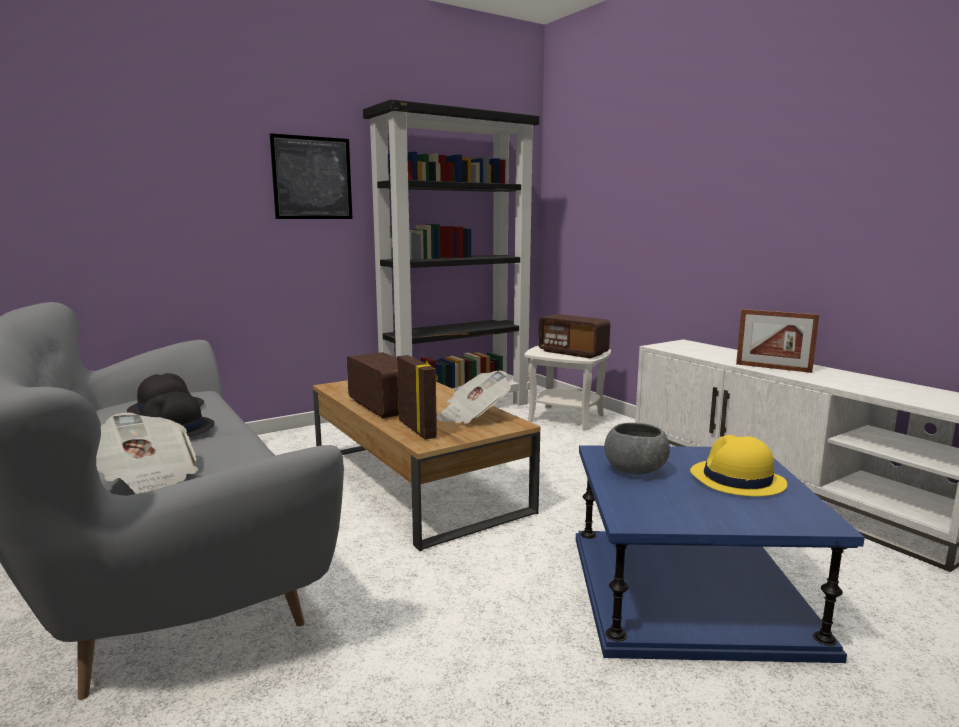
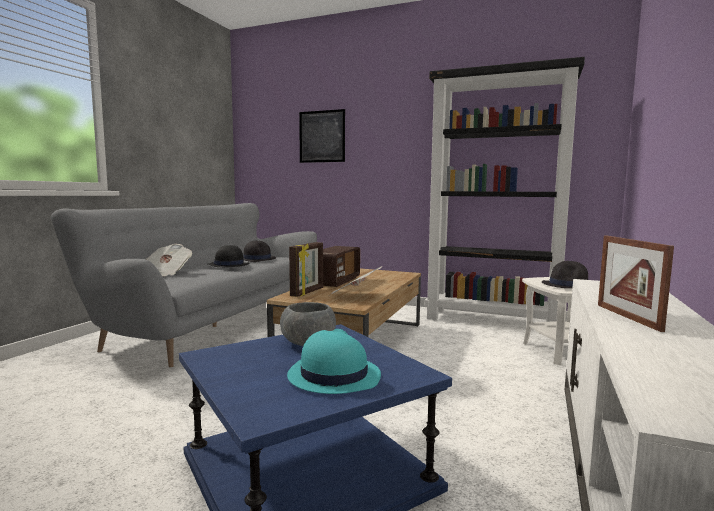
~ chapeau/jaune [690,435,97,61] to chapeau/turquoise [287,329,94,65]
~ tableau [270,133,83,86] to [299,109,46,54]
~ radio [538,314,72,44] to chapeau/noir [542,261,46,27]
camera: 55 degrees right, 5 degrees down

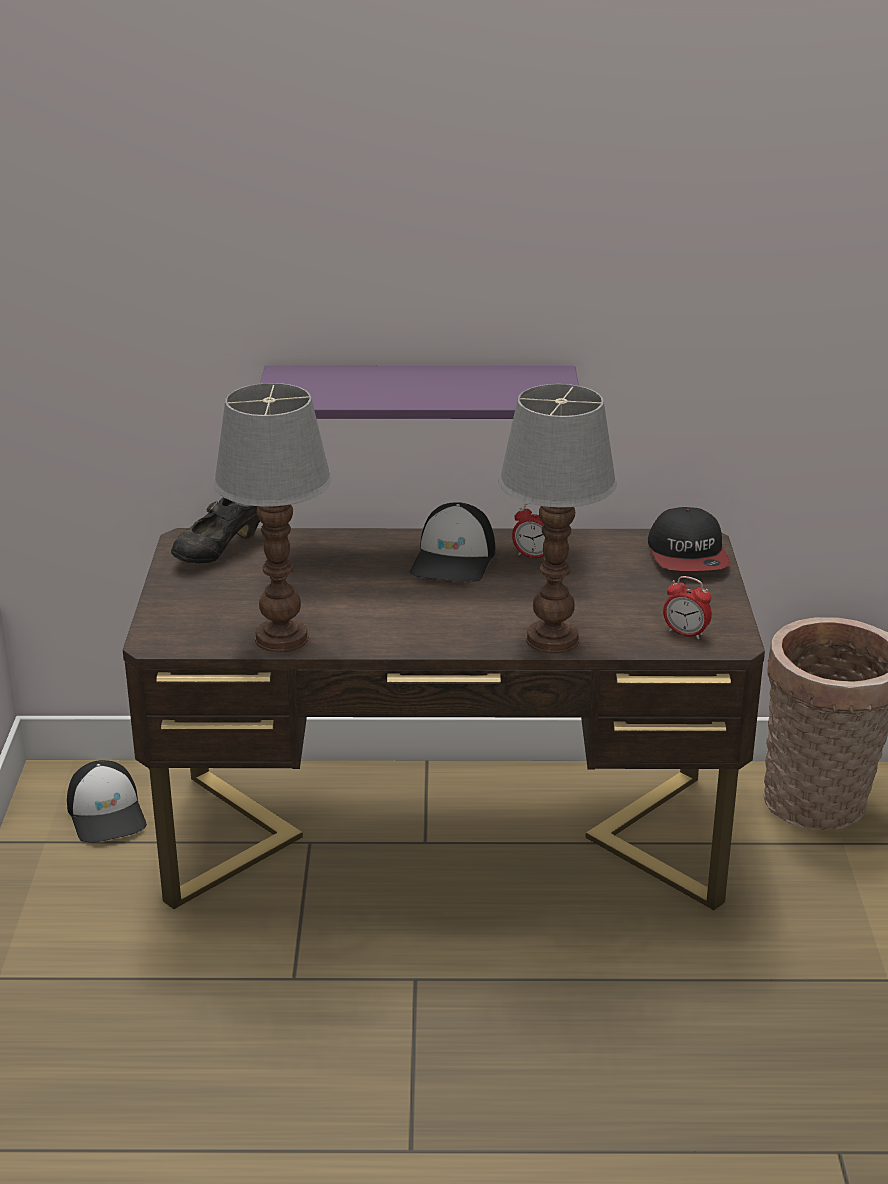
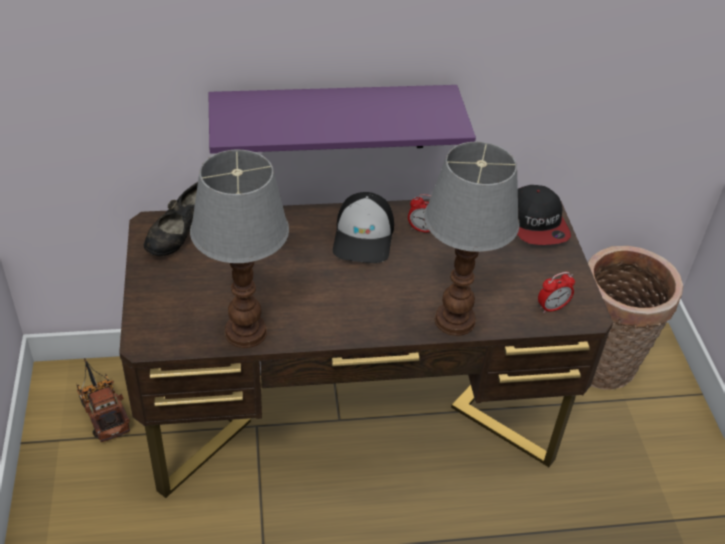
~ casquette [67,760,80,83] to camion jouet [77,358,53,84]
~ réveil [663,576,49,63] = [538,272,37,41] 45 degrees counterclockwise
camera: 10 degrees left, 15 degrees up

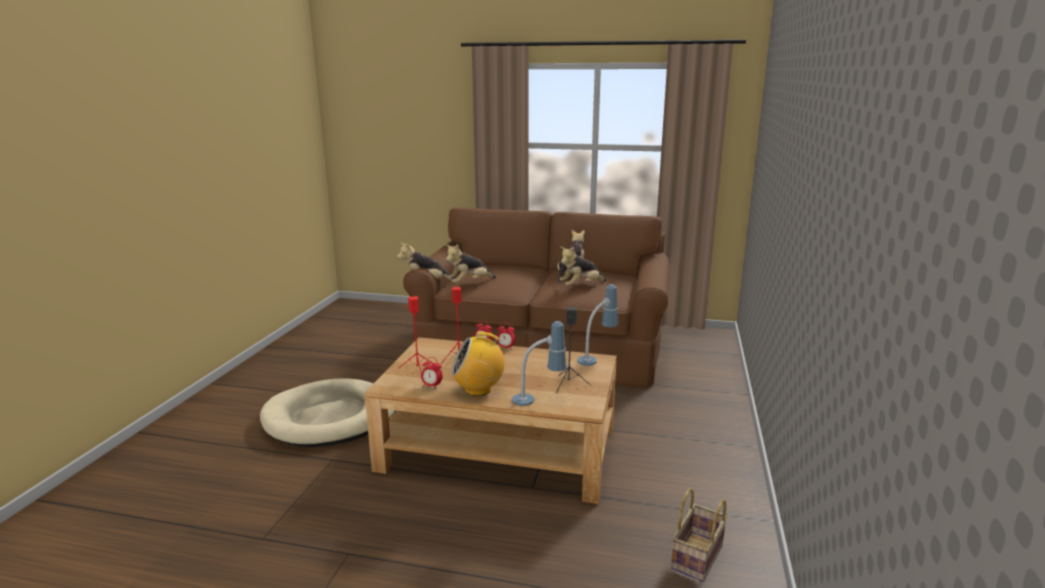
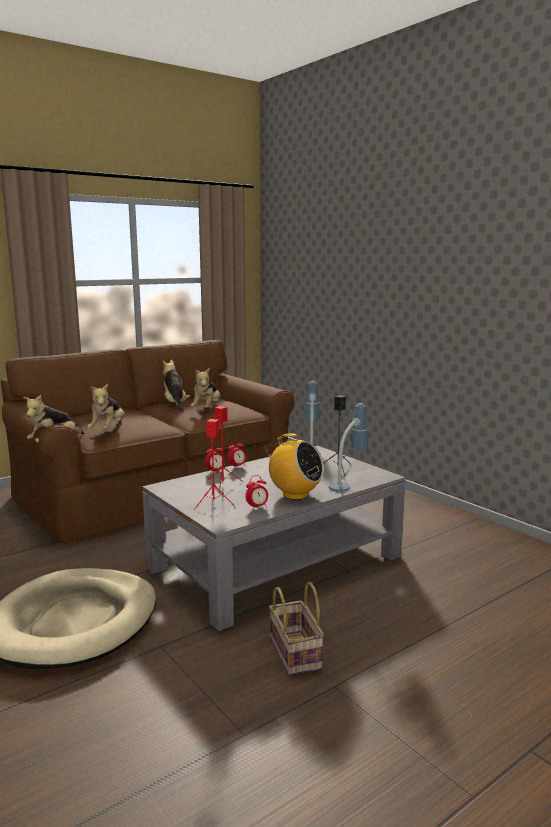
~ table basse/marron [365,337,252,167] to table basse/gris [142,446,264,185]
~ radio [451,332,54,64] = [267,433,57,67] 90 degrees counterclockwise
~ panier [671,488,56,94] to [269,582,55,94]
camera: 50 degrees left, 5 degrees down

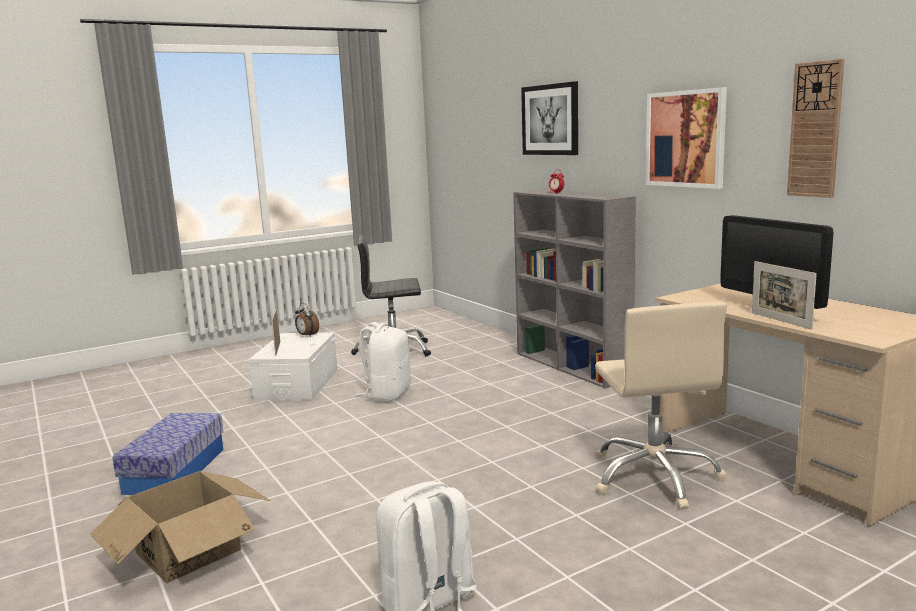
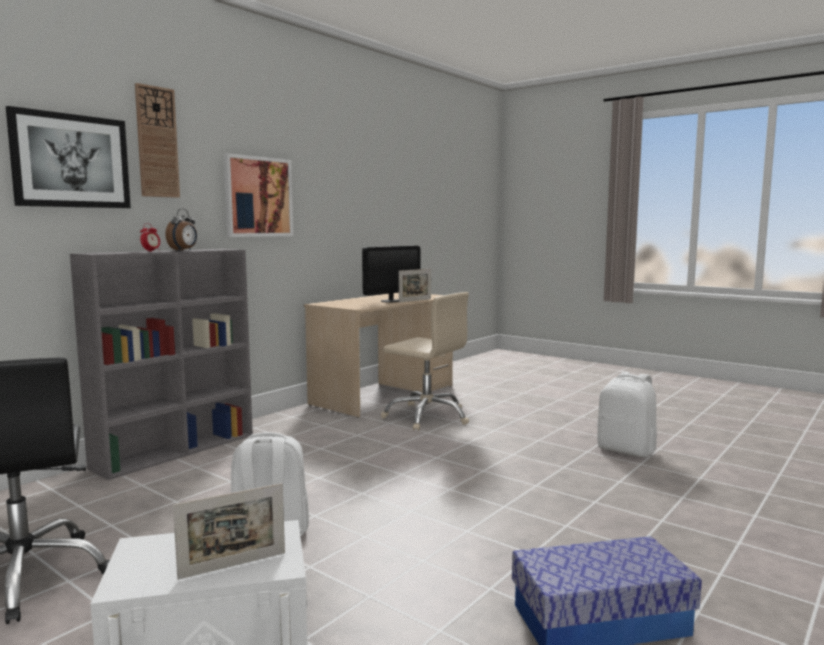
~ horloge murale [787,59,57,139] to [135,83,45,115]
~ réveil [295,303,24,34] to [165,209,32,42]
~ chaise de bureau/beige [595,302,132,208] = [381,292,88,139] 60 degrees clockwise
- carton [90,471,181,112]
camera: 110 degrees left, 5 degrees down

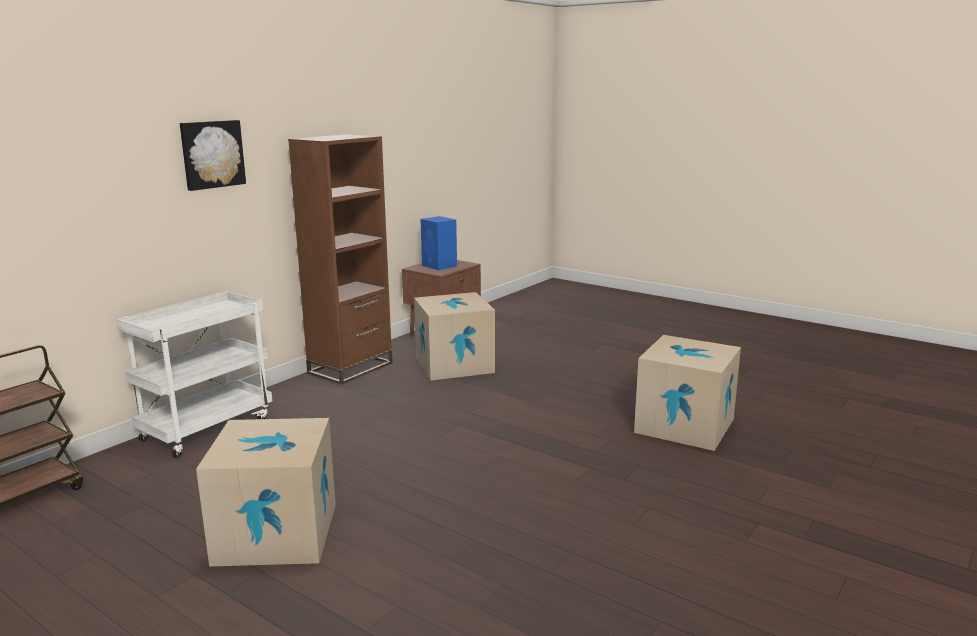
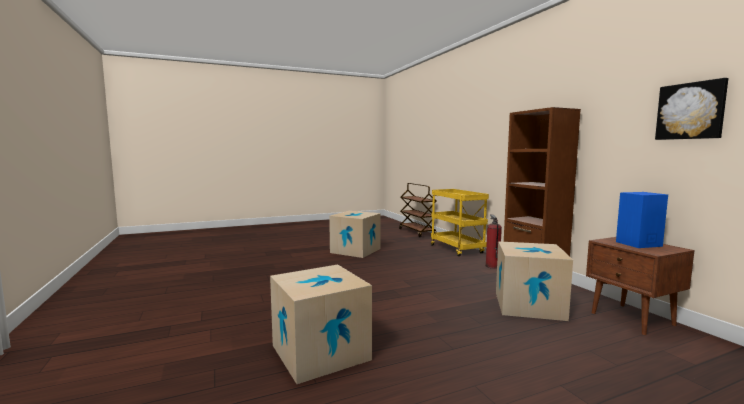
~ chariot/blanc [117,291,155,167] to chariot/jaune [431,189,58,67]
+ extincteur [485,214,17,55]
~ tableau [180,120,66,71] to [655,78,73,62]
camera: 120 degrees right, 10 degrees down

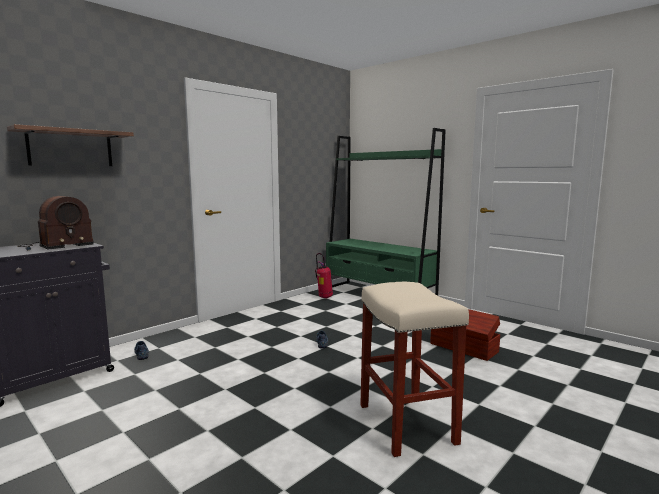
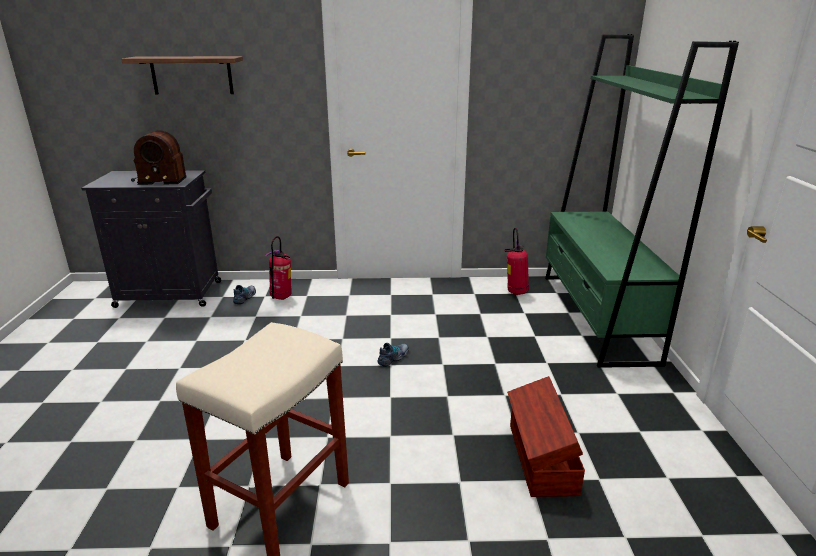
+ extincteur [265,236,26,64]
camera: 45 degrees right, 15 degrees up

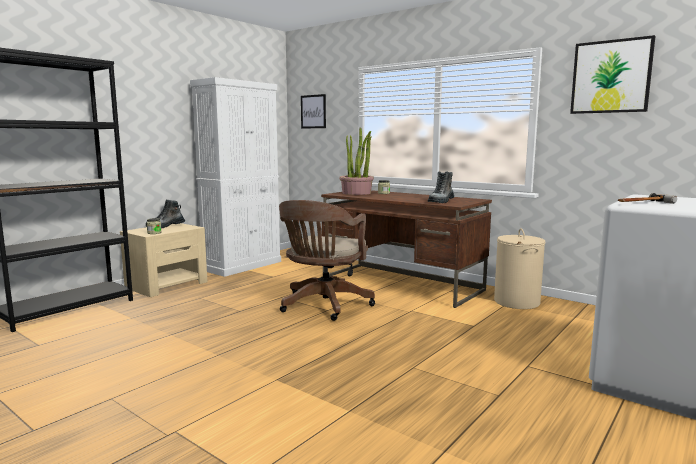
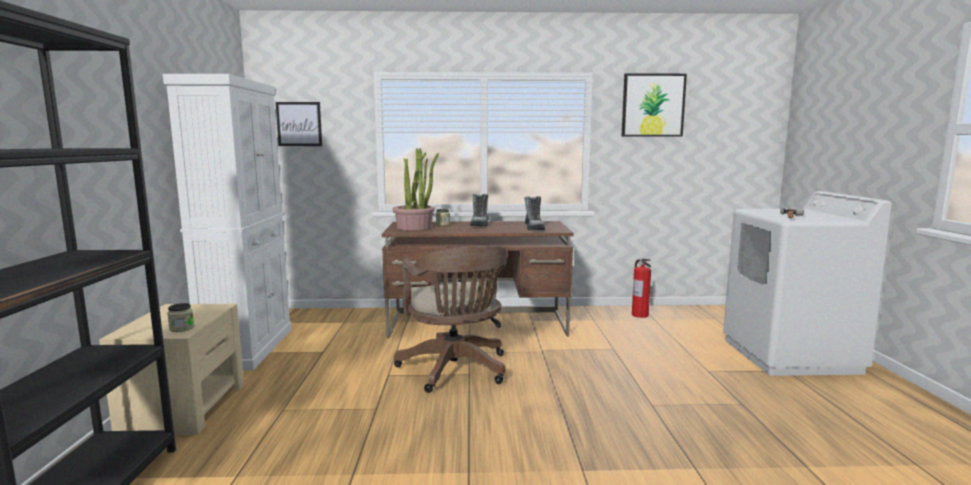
~ botte [146,199,39,29] to [470,194,19,33]
+ extincteur [632,259,19,59]
- panier à linge/beige [494,228,51,81]
camera: 40 degrees left, 0 degrees up

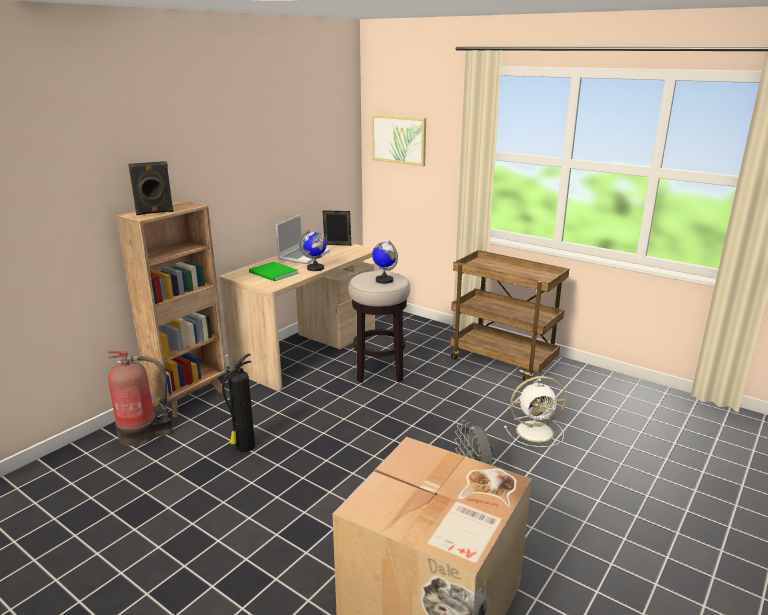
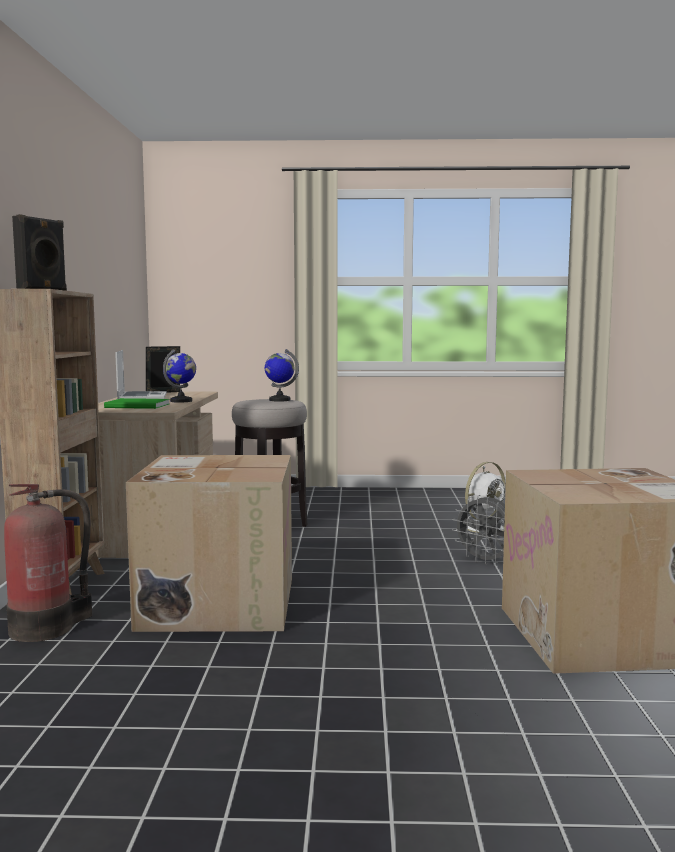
~ extincteur [222,353,33,99] to carton [126,455,166,177]
- tableau [372,114,54,52]
- chariot/marron [450,250,119,131]
camera: 35 degrees left, 15 degrees down

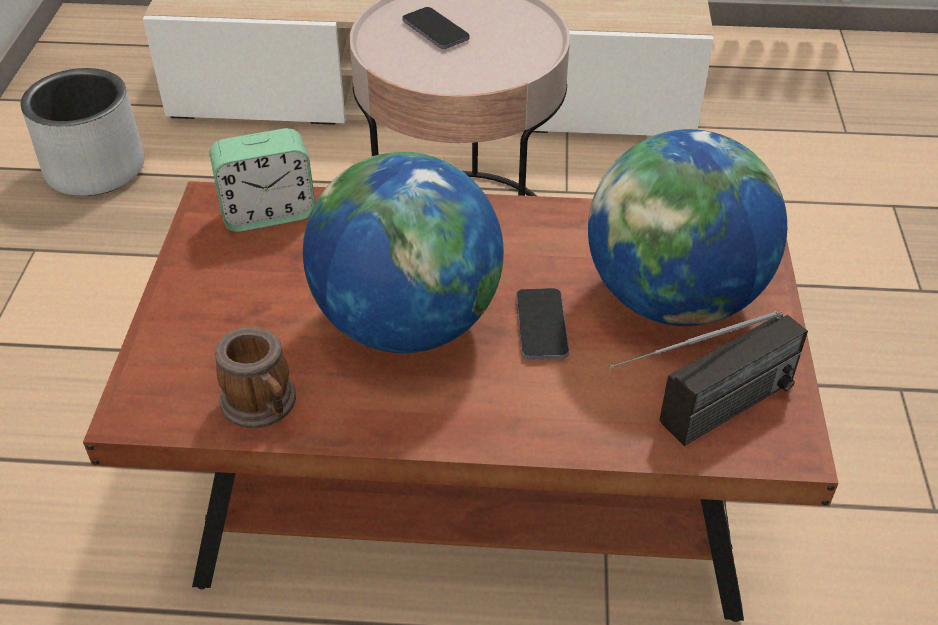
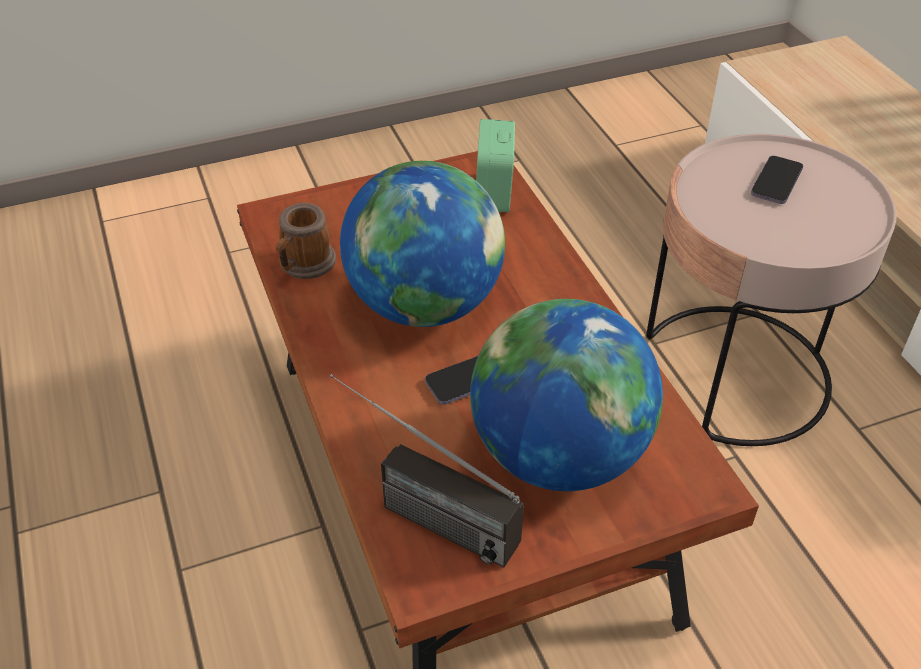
~ réveil [209,128,106,104] = [476,119,39,93] 45 degrees clockwise
- cache-pot/gris [20,68,124,128]
camera: 65 degrees right, 0 degrees up

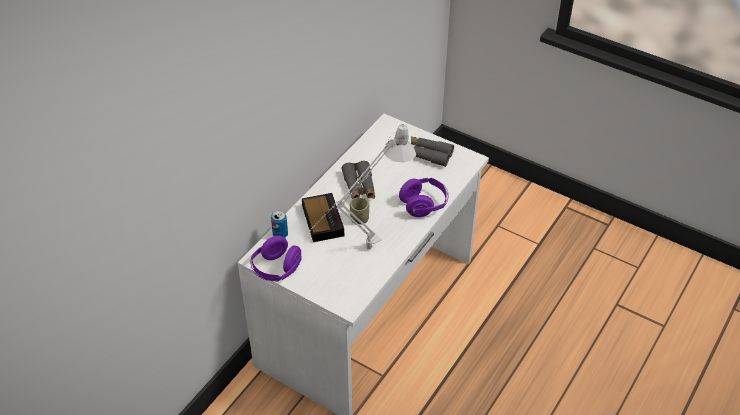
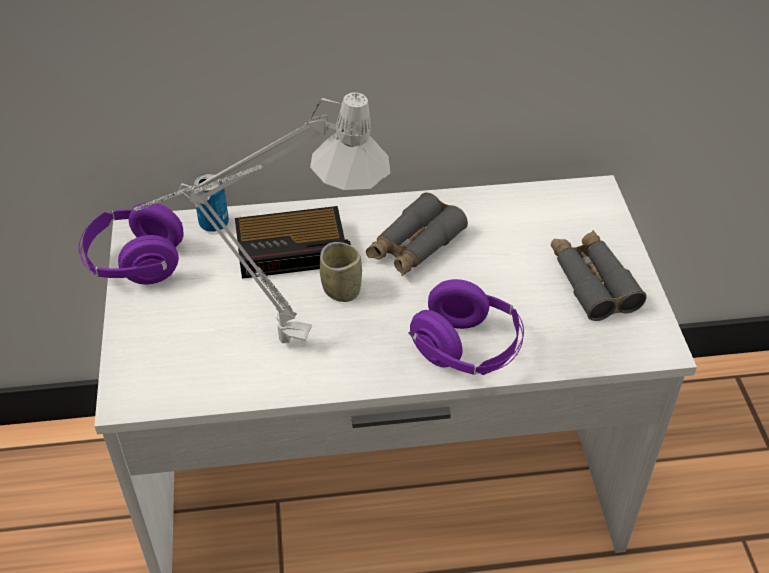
~ réveil [302,193,42,49] = [235,206,116,73] 45 degrees clockwise
camera: 50 degrees right, 0 degrees up

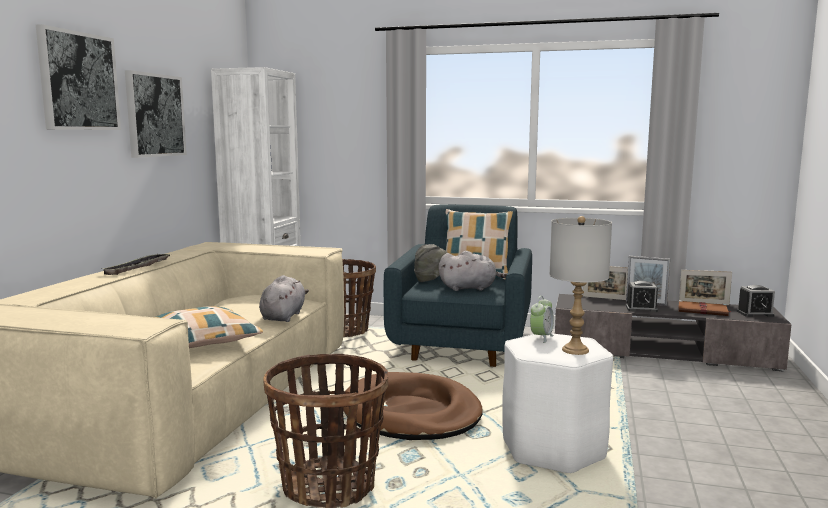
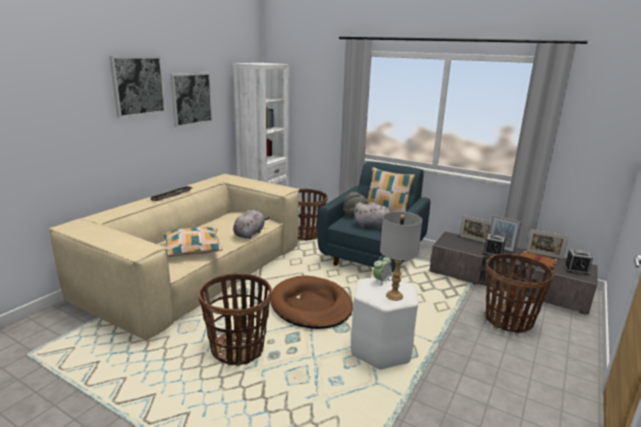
+ panier [485,254,69,79]
camera: 15 degrees right, 10 degrees up

